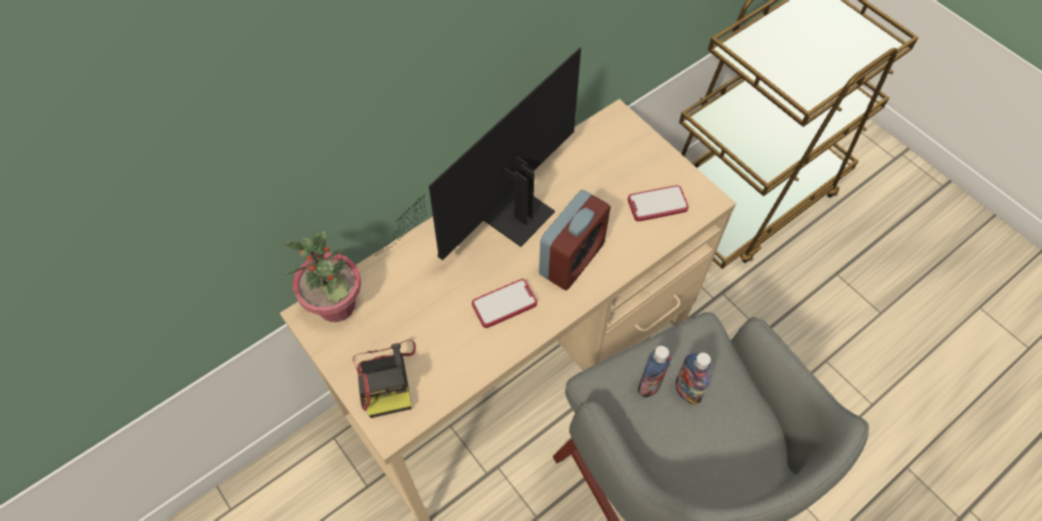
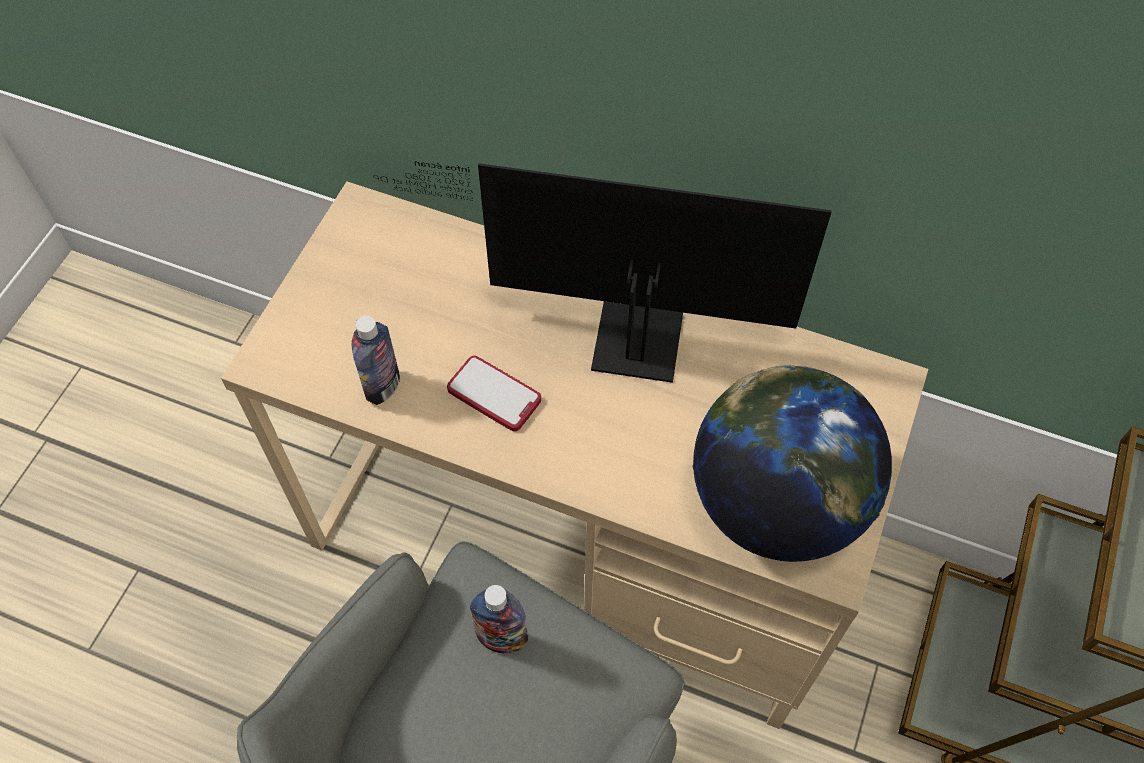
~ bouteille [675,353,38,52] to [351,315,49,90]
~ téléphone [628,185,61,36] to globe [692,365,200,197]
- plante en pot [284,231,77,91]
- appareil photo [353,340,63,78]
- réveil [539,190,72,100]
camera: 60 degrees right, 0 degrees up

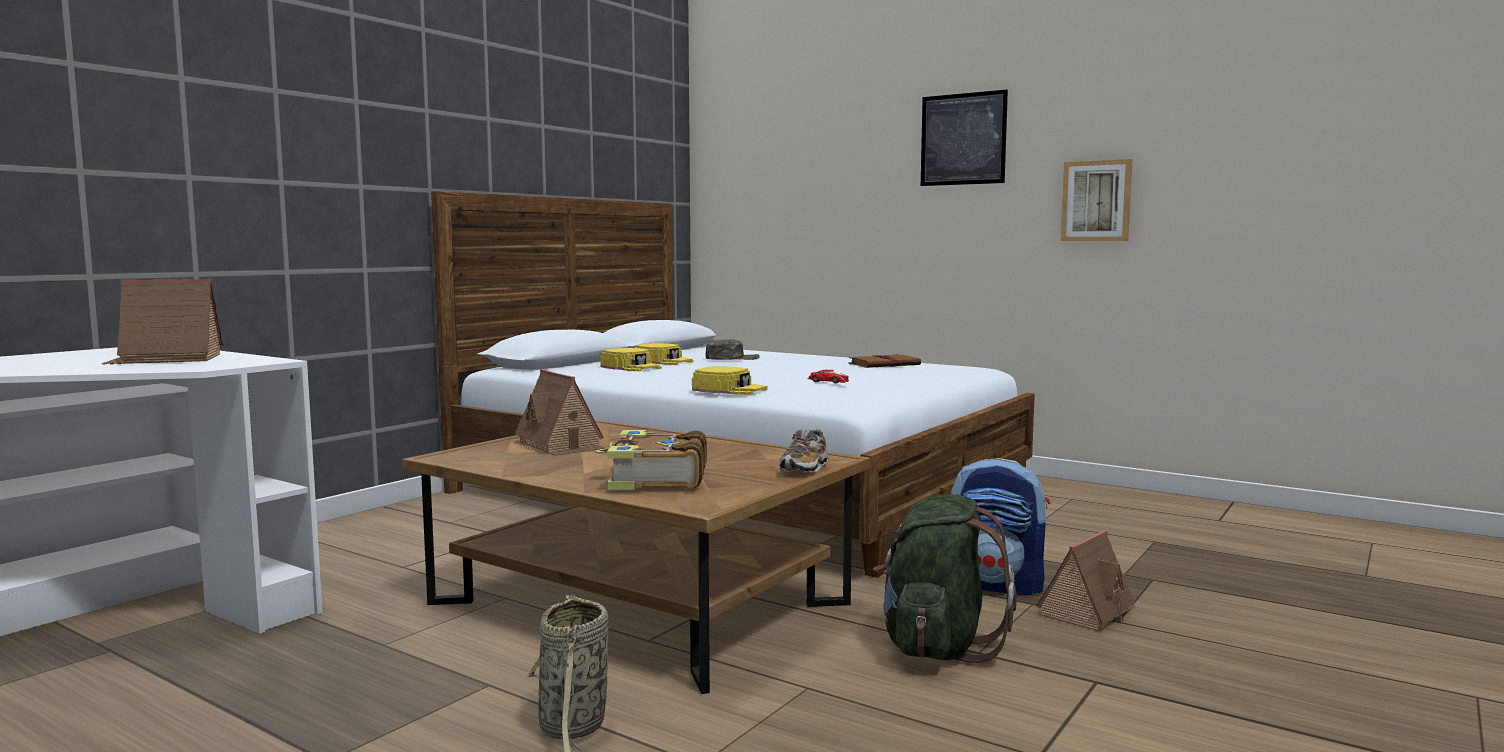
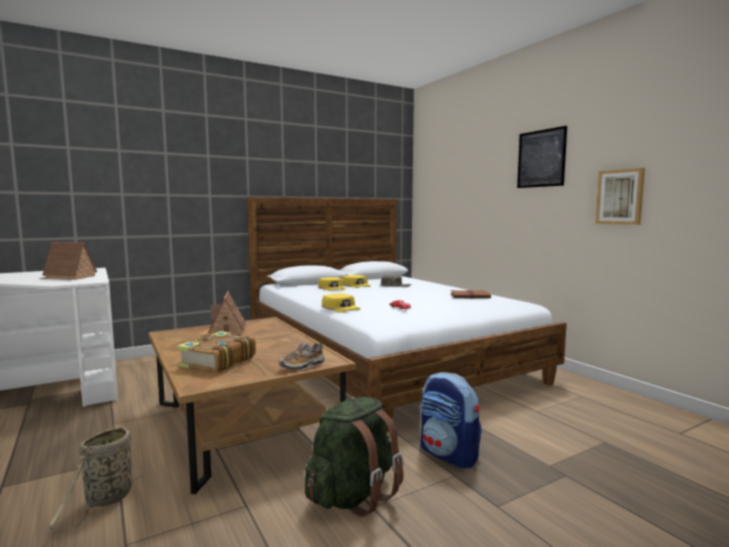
- maison miniature [1036,530,99,101]
camera: 25 degrees right, 0 degrees up

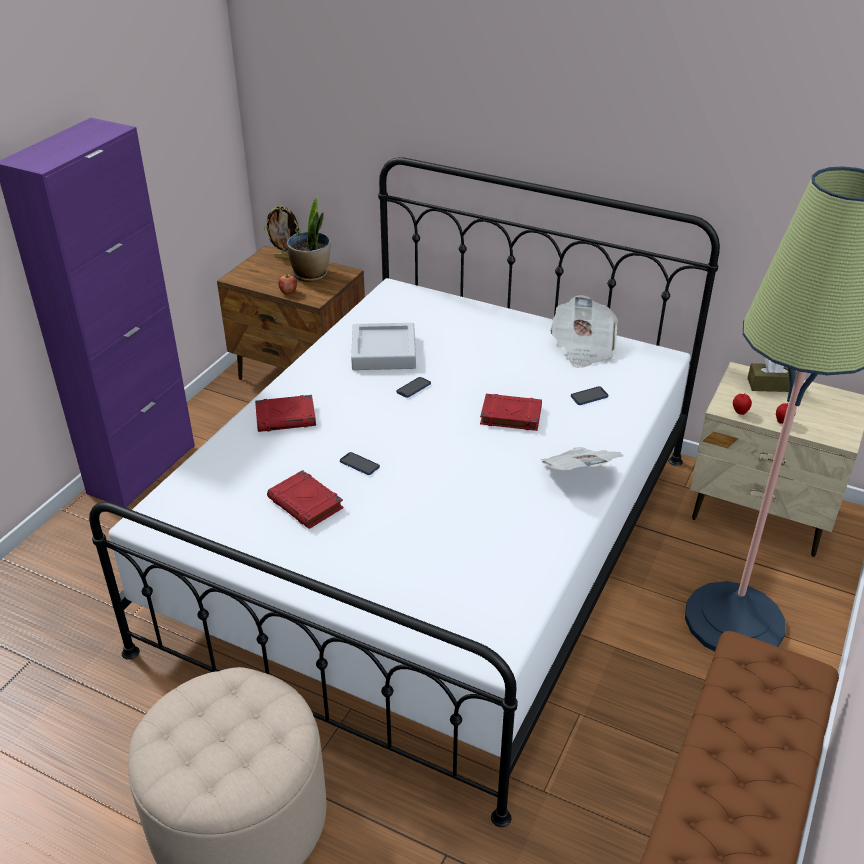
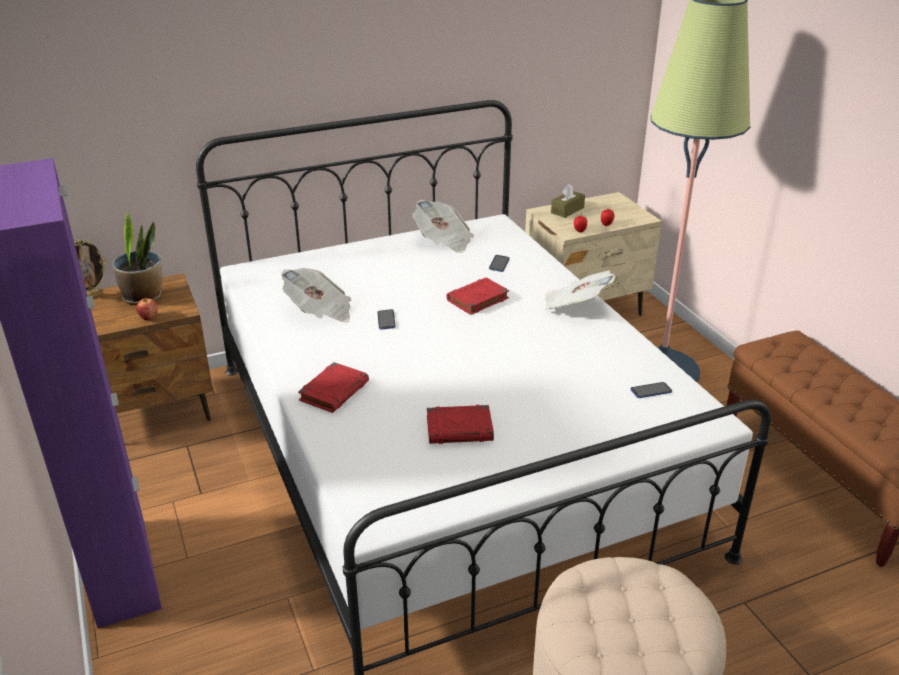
~ plateau/gris [351,323,65,47] to journal [281,268,70,55]
~ téléphone [340,452,40,23] to [631,382,41,16]
camera: 50 degrees left, 5 degrees down

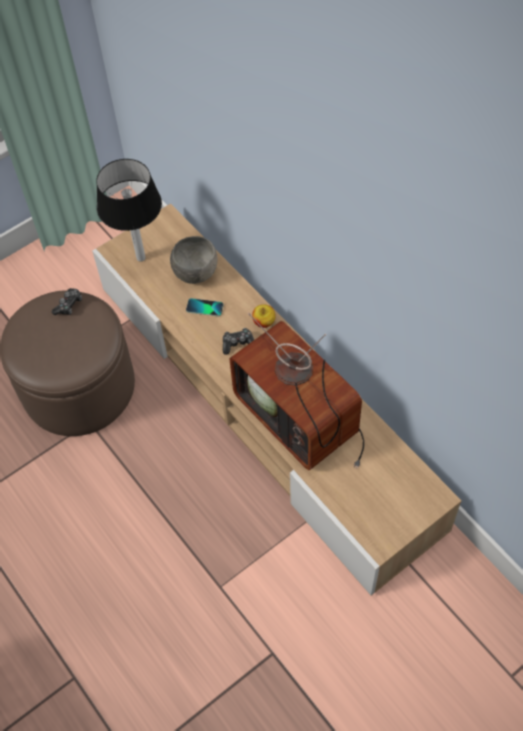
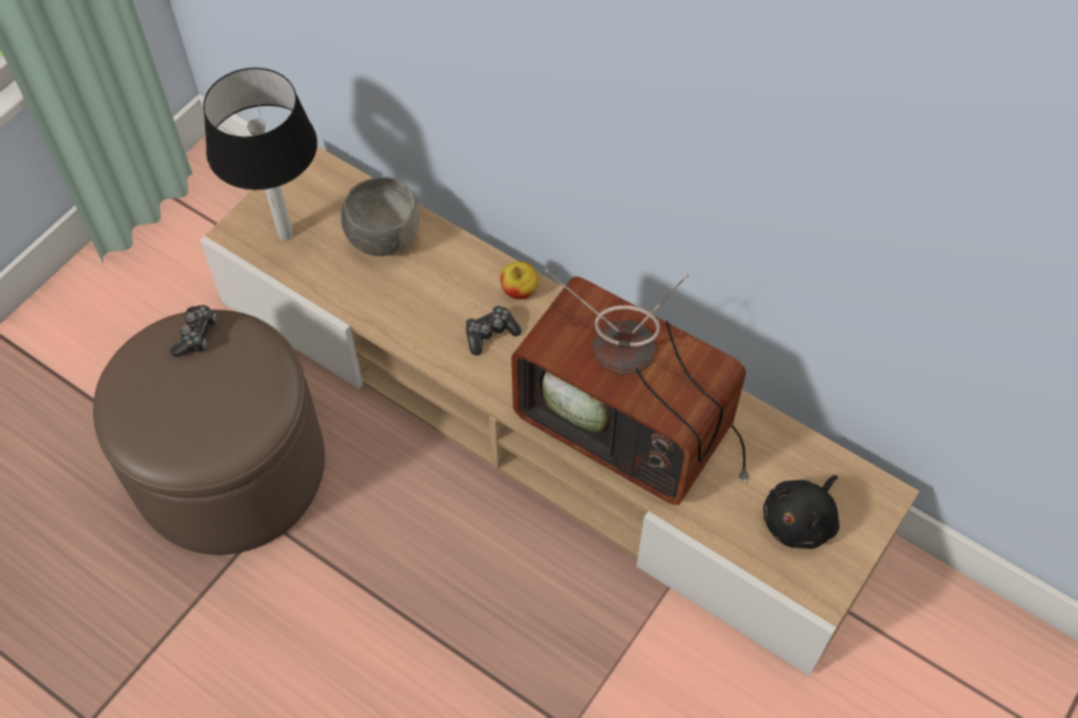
+ peluche/noir [763,475,77,74]
- téléphone [186,298,38,19]
camera: 20 degrees left, 0 degrees up

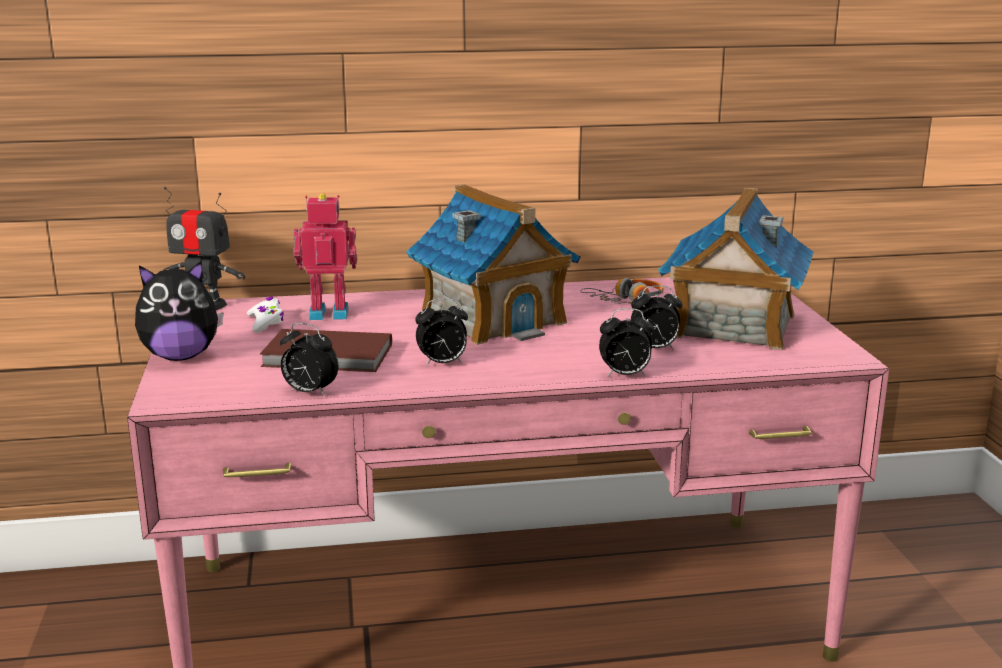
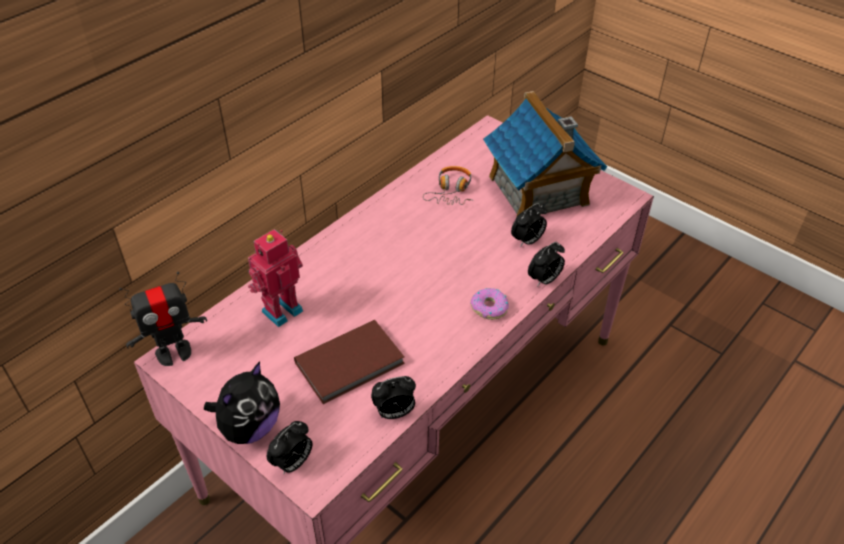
~ réveil [415,298,53,68] to [267,421,45,54]
+ beignet [470,288,39,32]
- manette/blanc [247,297,37,36]
- maison miniature [406,184,174,161]
camera: 40 degrees left, 25 degrees up

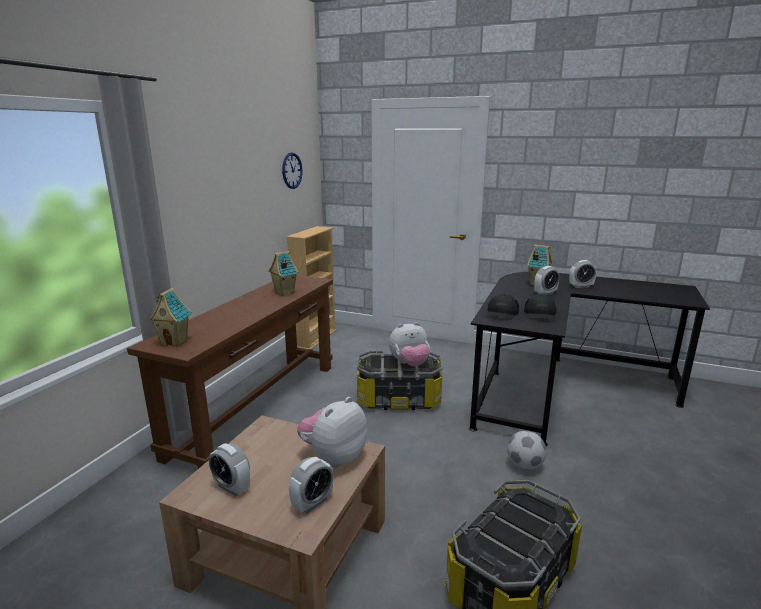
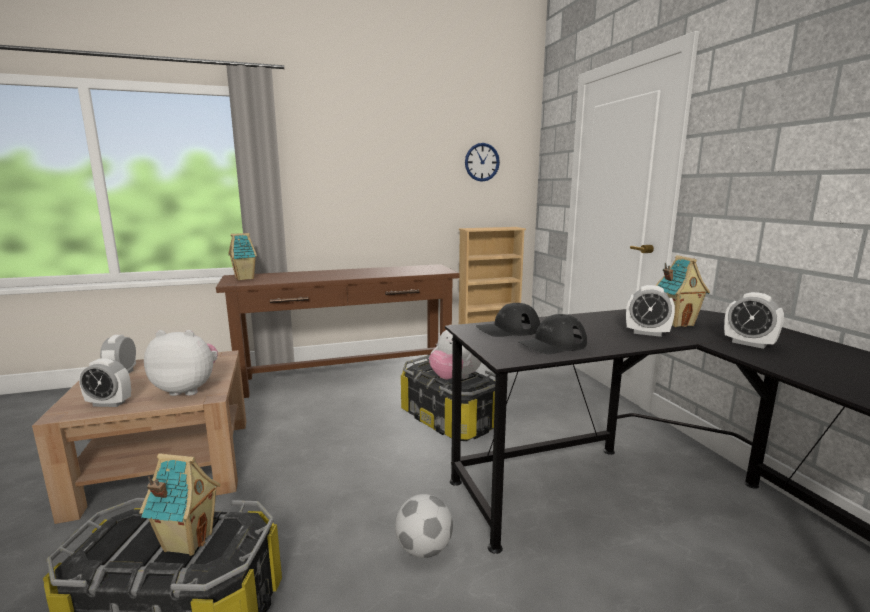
~ maison miniature [268,251,30,45] to [139,453,82,103]
camera: 50 degrees right, 5 degrees down

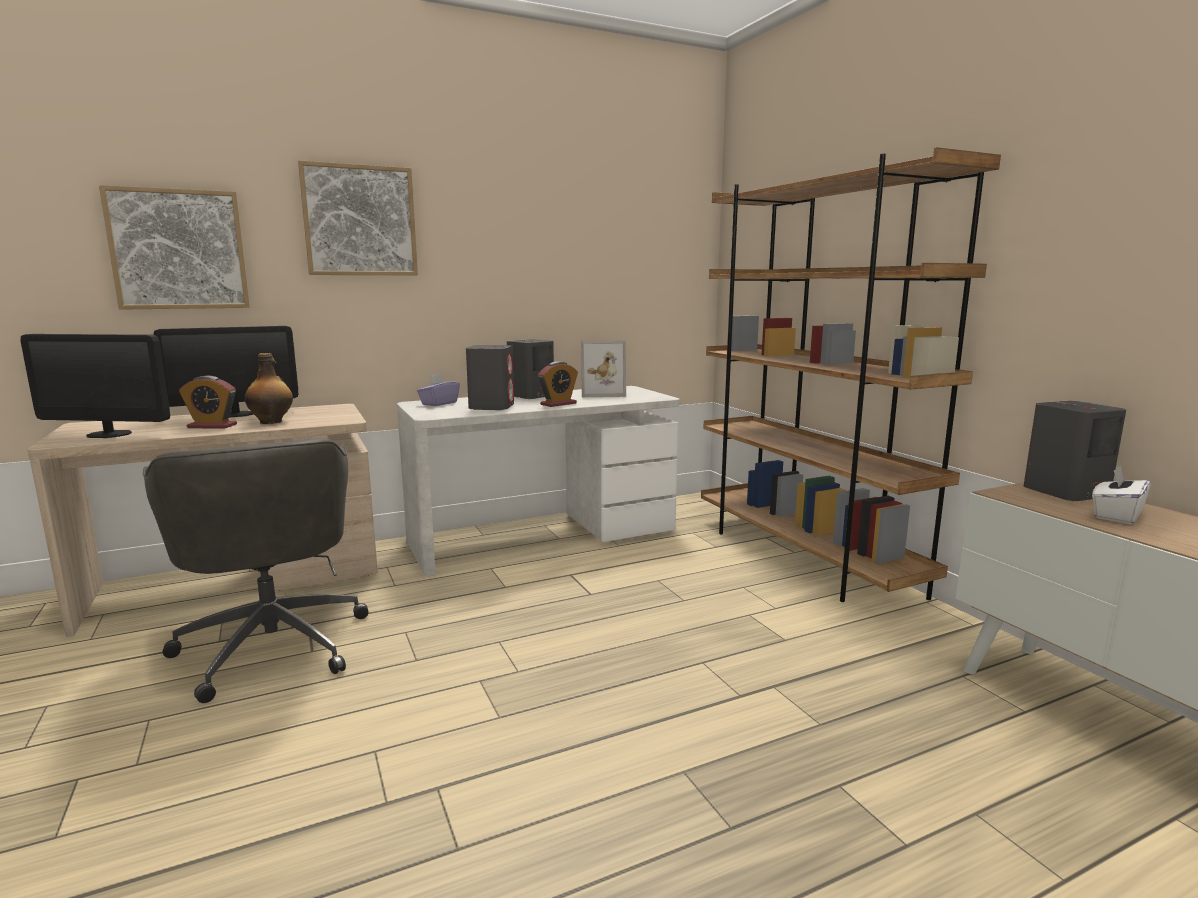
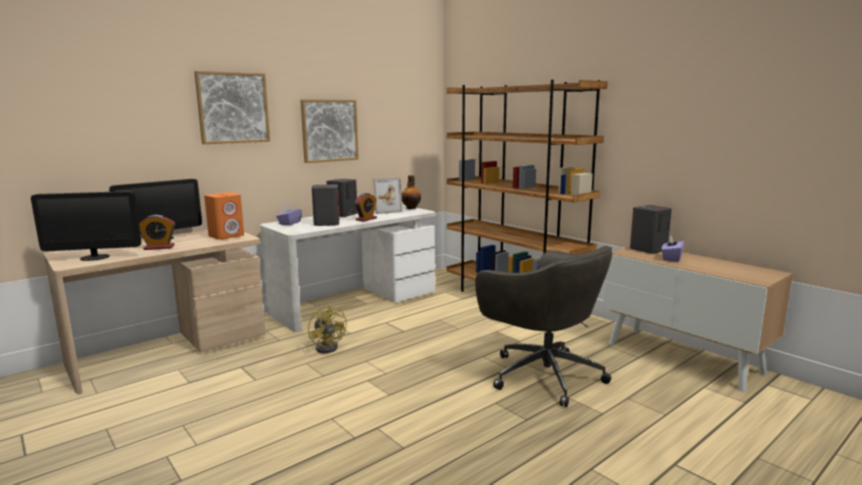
+ enceinte/orange [204,192,40,48]
~ tableau [99,185,151,125] to [301,100,58,63]
+ ventilateur/jaune [308,305,39,48]
~ bouteille [245,353,48,71] to [402,175,20,34]
~ chaise de bureau/gris [143,438,225,265] to [475,246,137,161]
~ boîte à mouchoirs/blanc [1092,465,59,59] to boîte à mouchoirs/violet [661,235,23,27]
camera: 15 degrees left, 0 degrees up

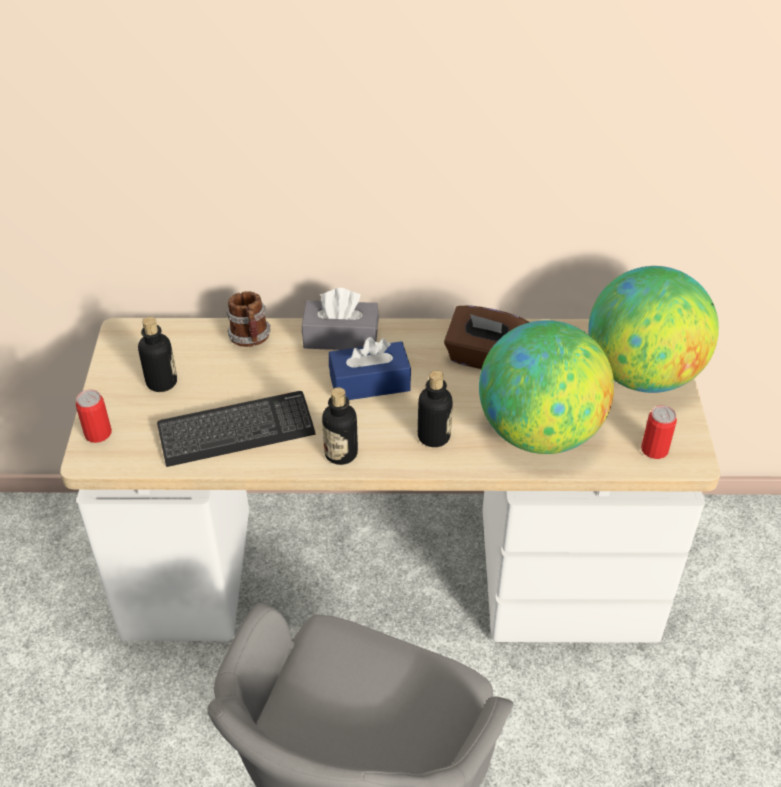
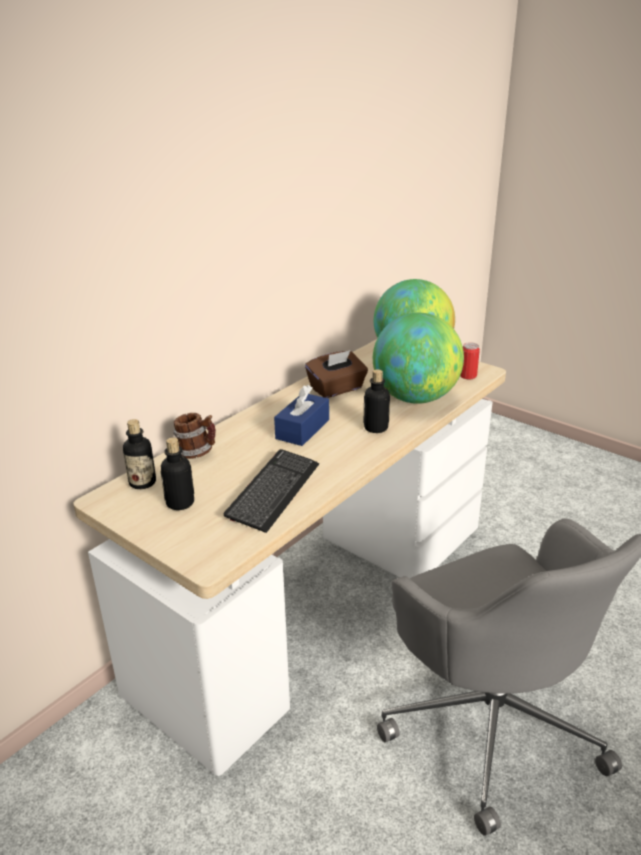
~ bouteille [322,387,36,78] to [123,419,33,70]
- boîte métallique [76,389,36,54]
- boîte à mouchoirs/gris [302,288,77,62]
camera: 50 degrees left, 15 degrees down

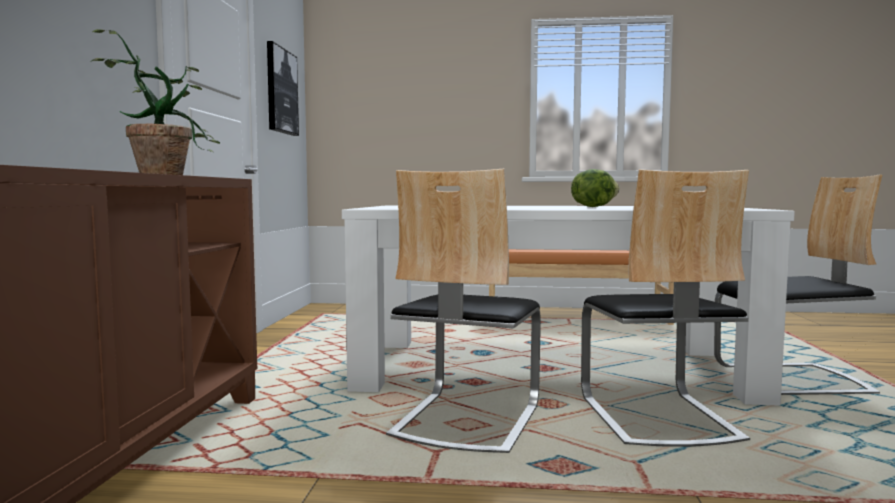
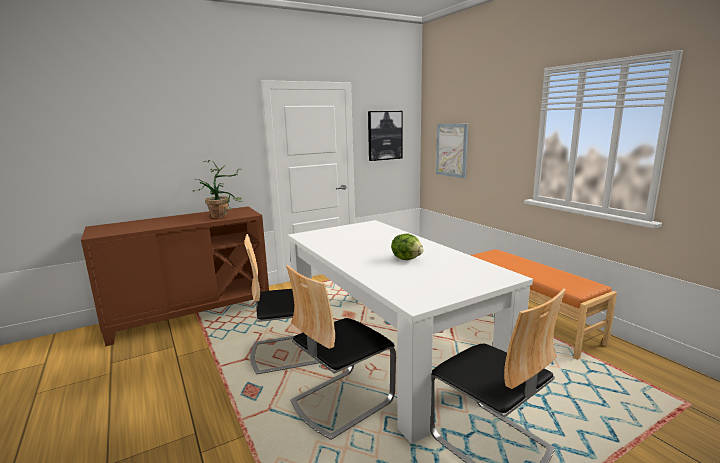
+ tableau [436,124,32,55]
camera: 55 degrees right, 10 degrees up

